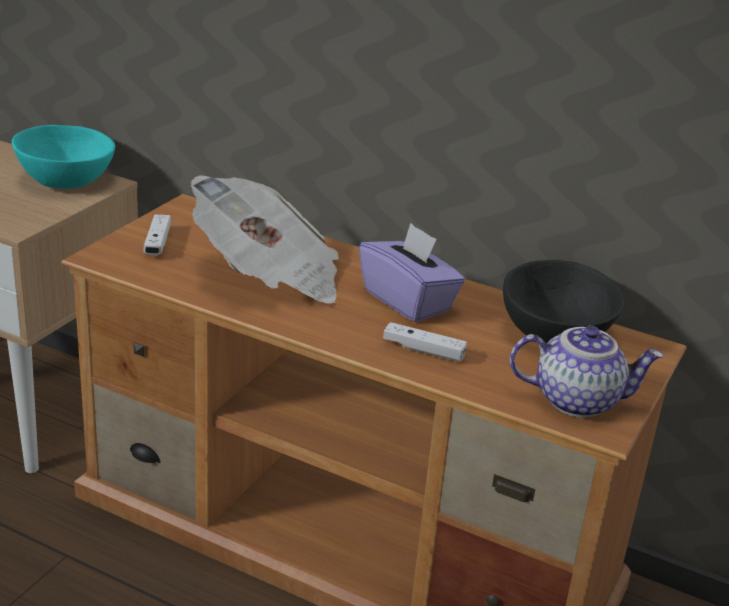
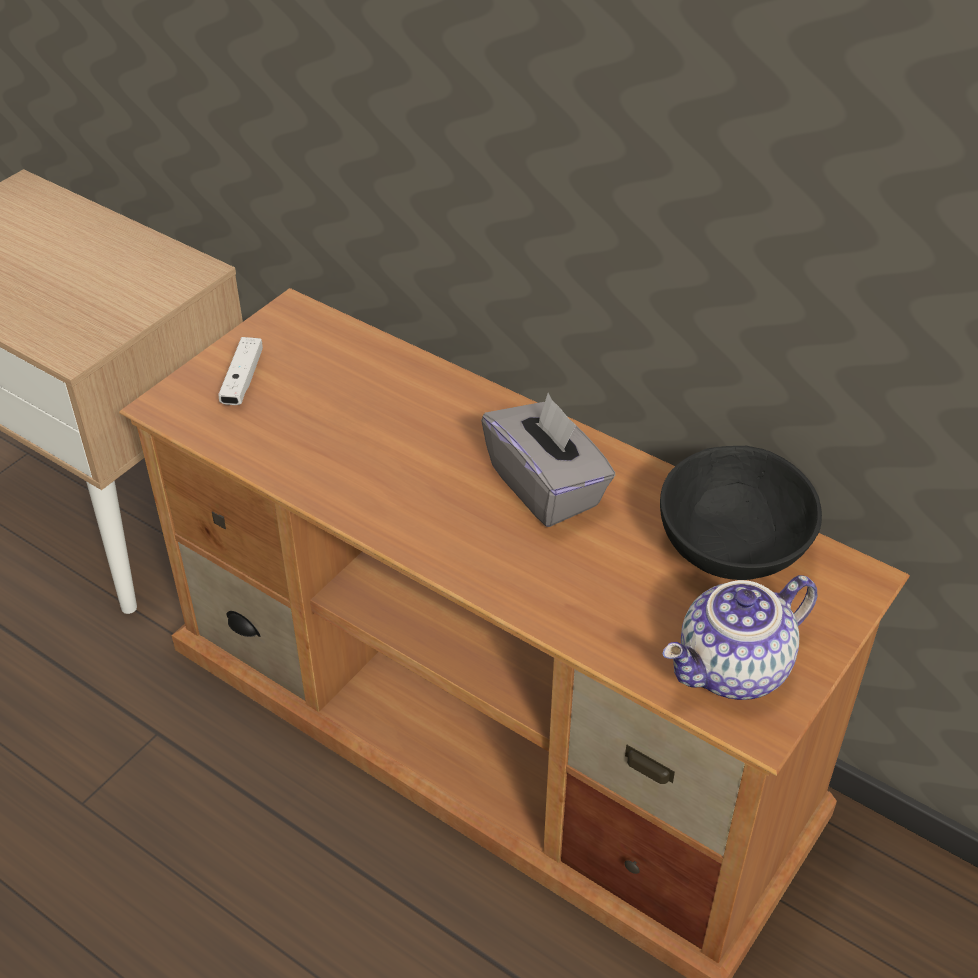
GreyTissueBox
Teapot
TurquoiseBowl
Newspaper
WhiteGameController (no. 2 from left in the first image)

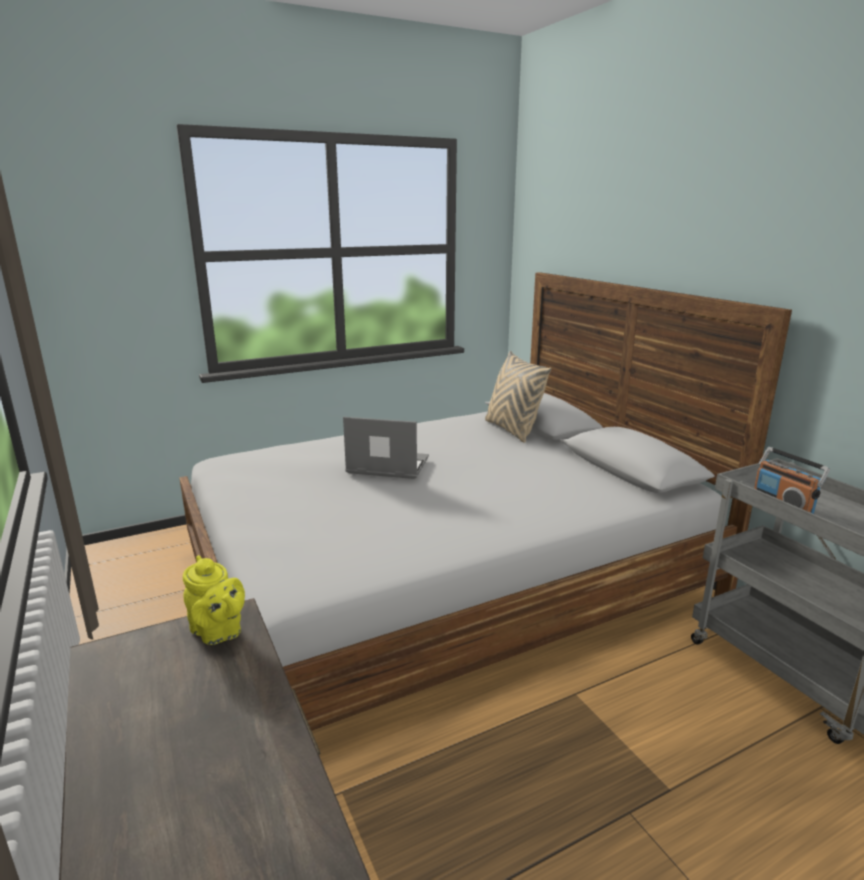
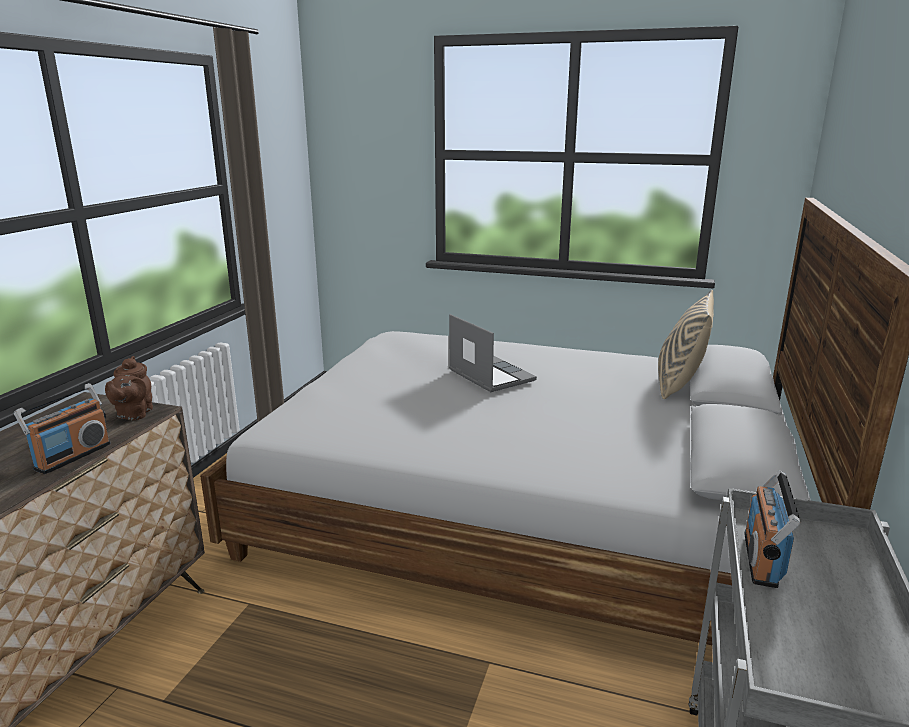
Radio (no. 1 from left)
BrownTeapot

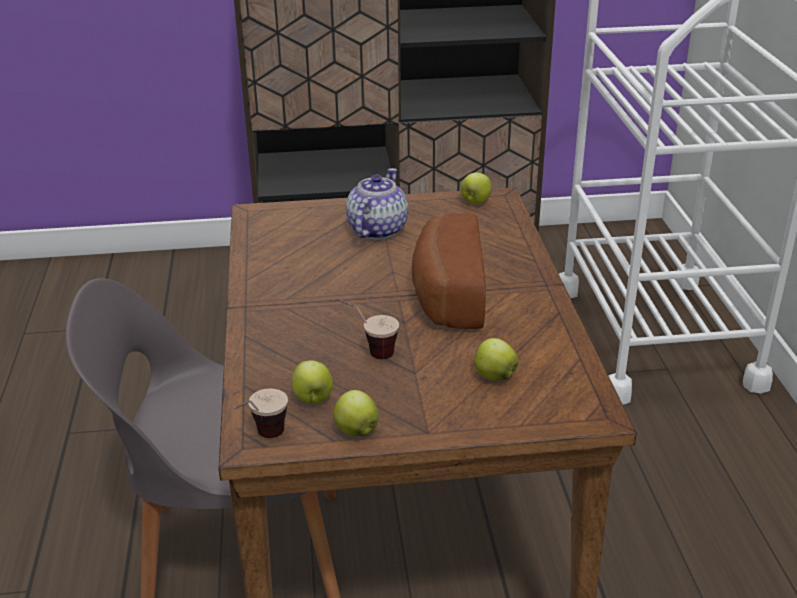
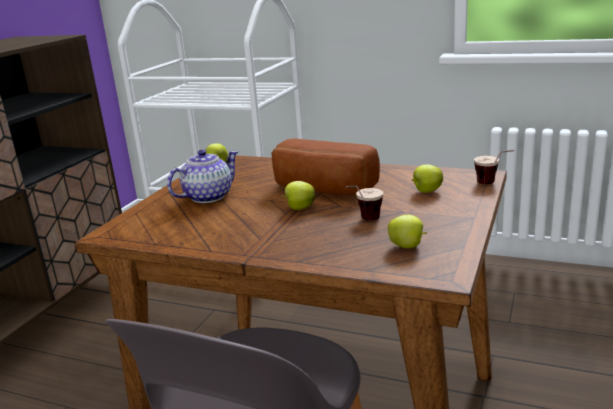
Teapot
Apple (no. 2 from left)
Cup (no. 2 from left)

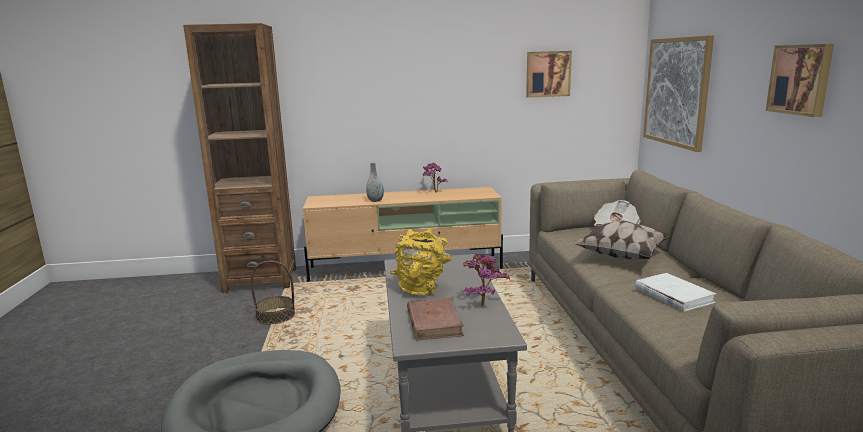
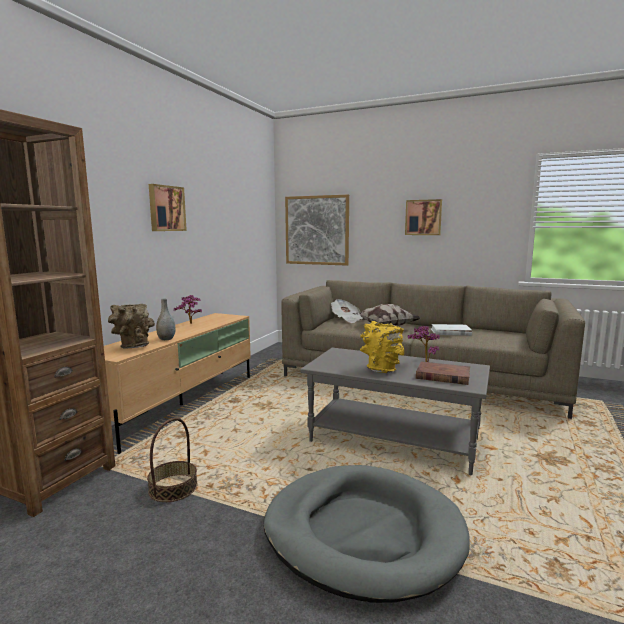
BrownVase
Picture (no. 1 from left)

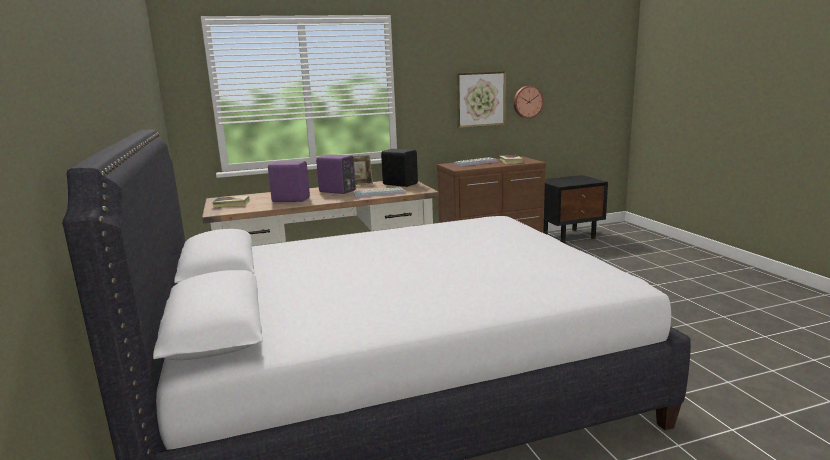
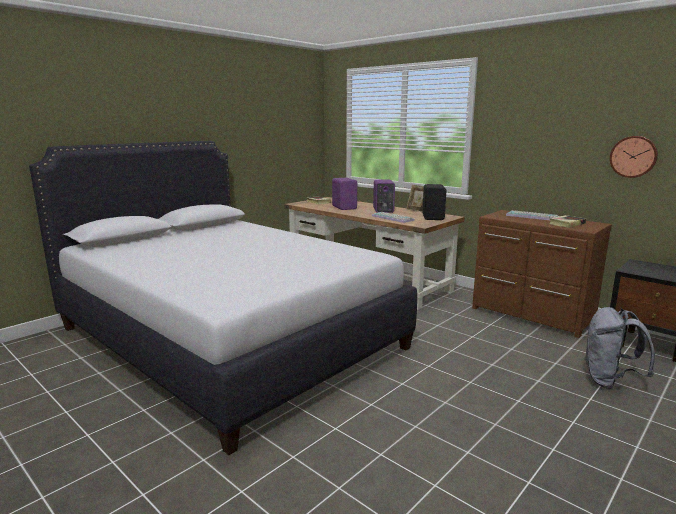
GreyBackpack
Picture

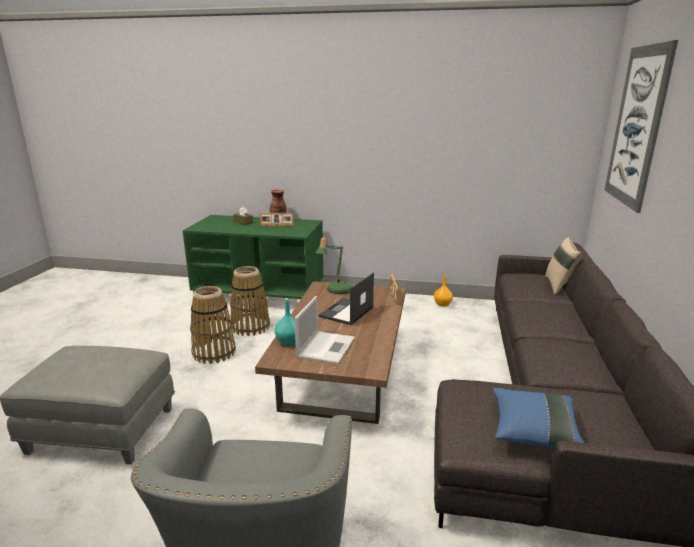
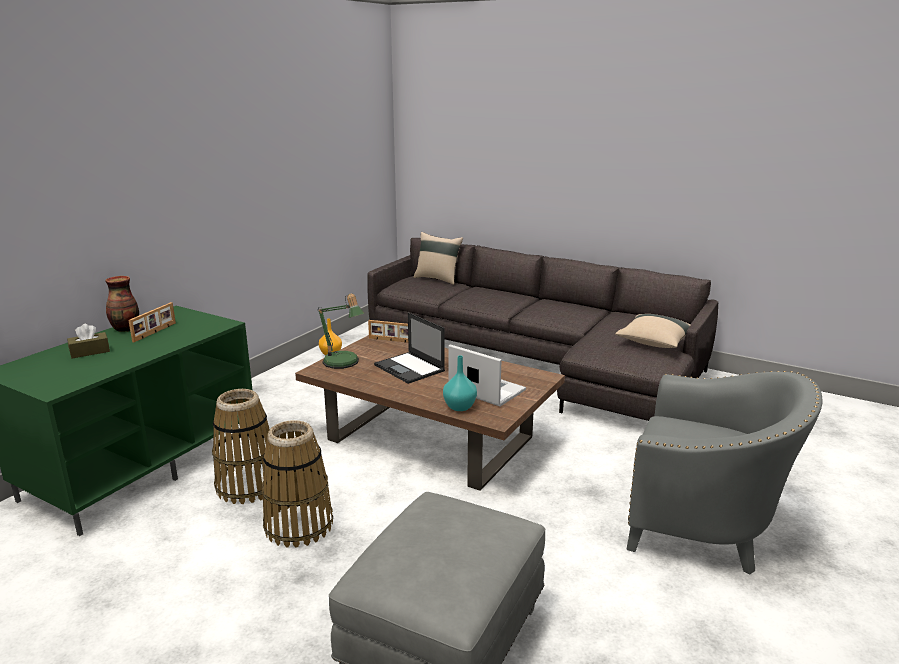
BeigePillow (no. 2 from left)
Picture

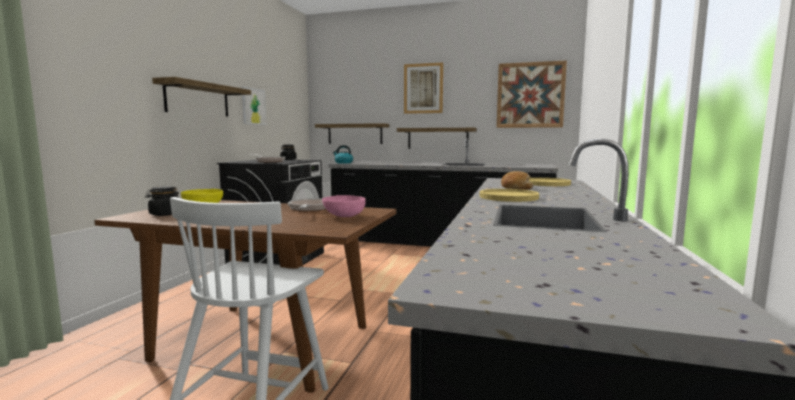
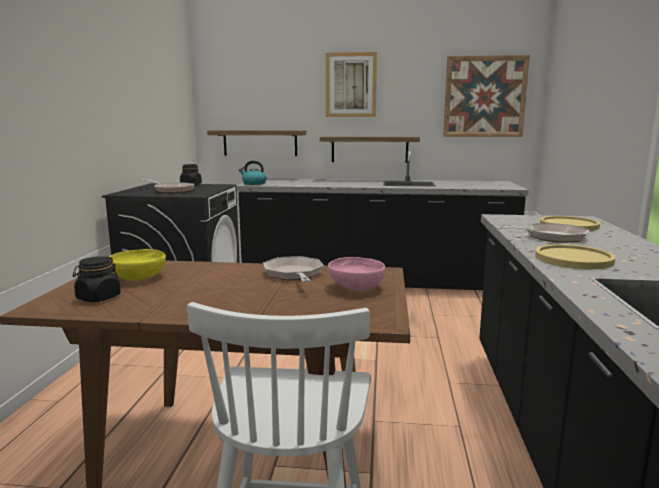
FryingPan (no. 3 from left)
Shelf (no. 1 from left in the first image)
Picture (no. 1 from left in the first image)

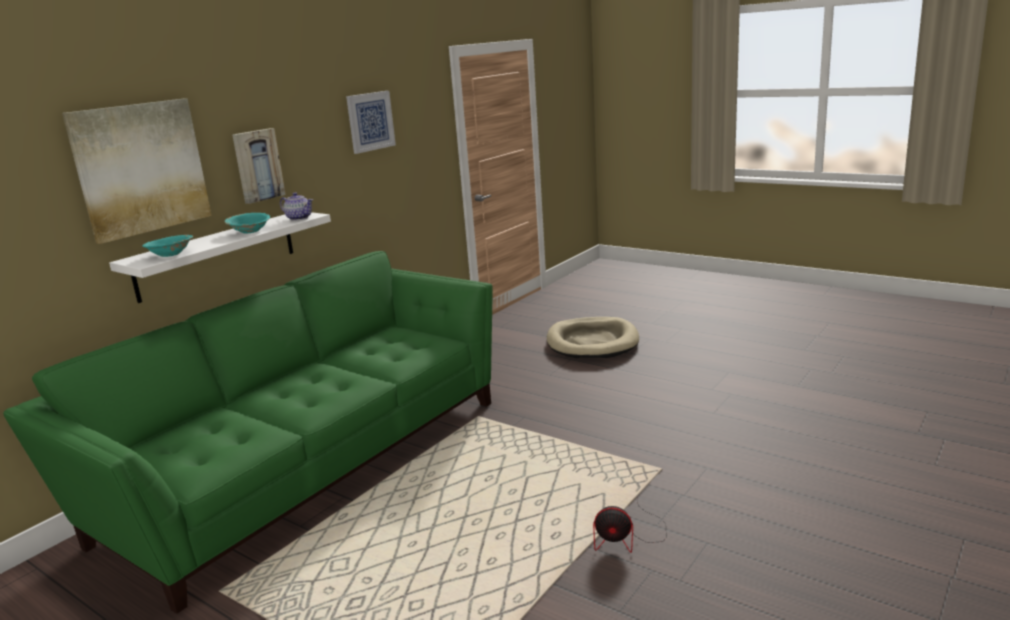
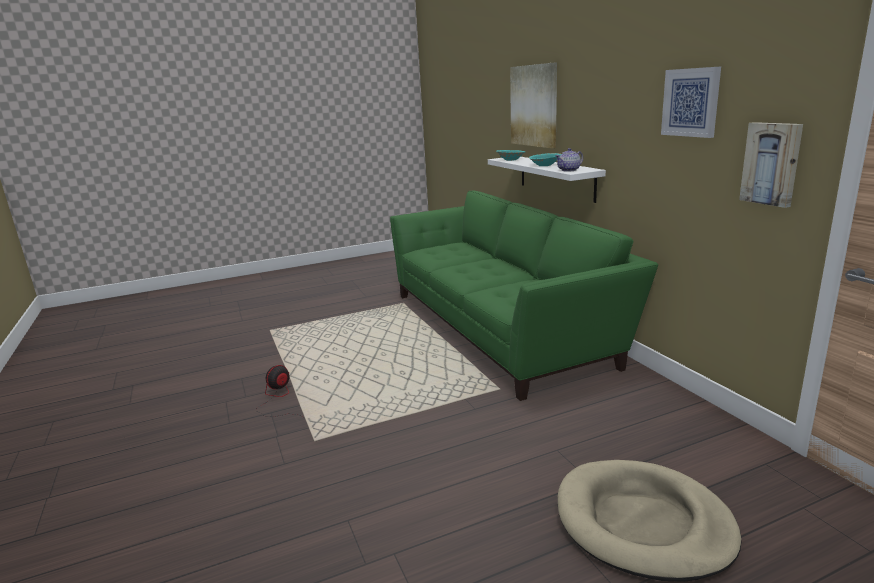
Picture (no. 3 from left)

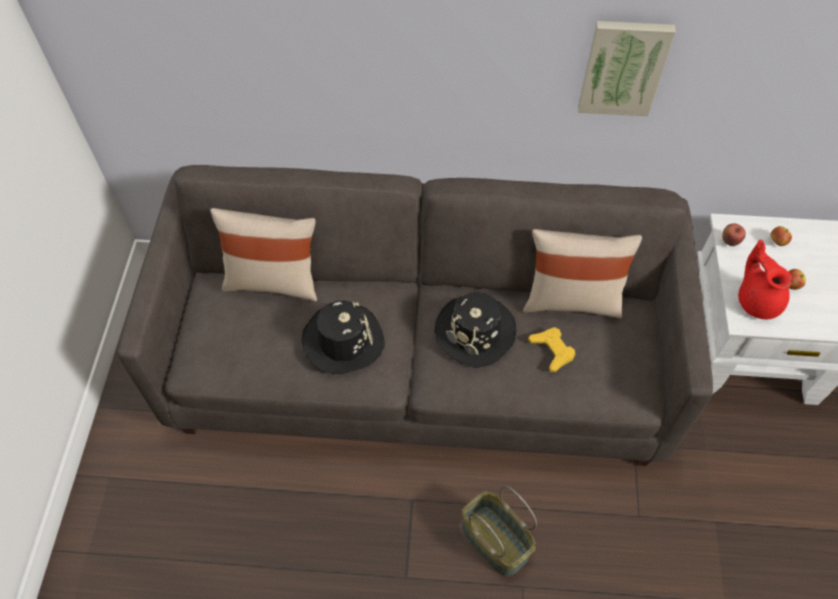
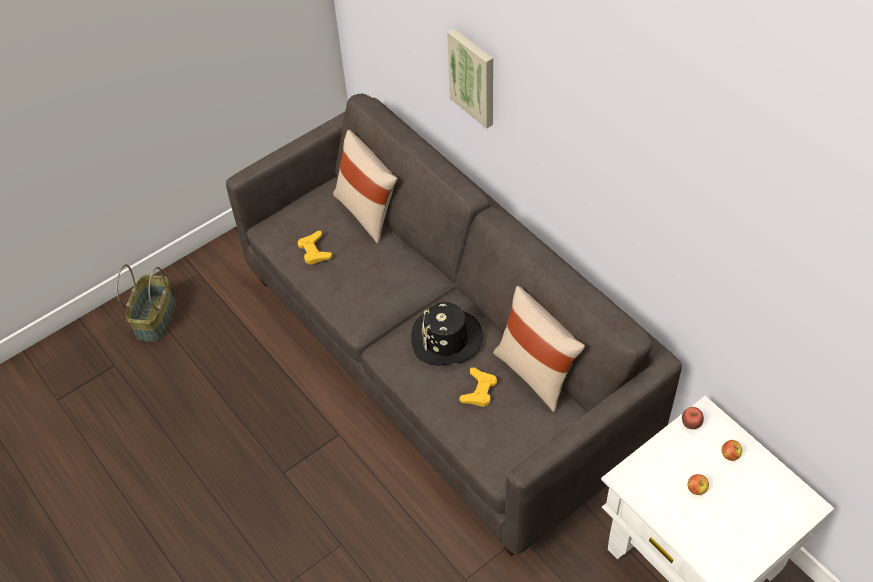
Basket
YellowGameController (no. 1 from left)
Picture
BlackHat (no. 1 from left in the first image)
RedTeapot

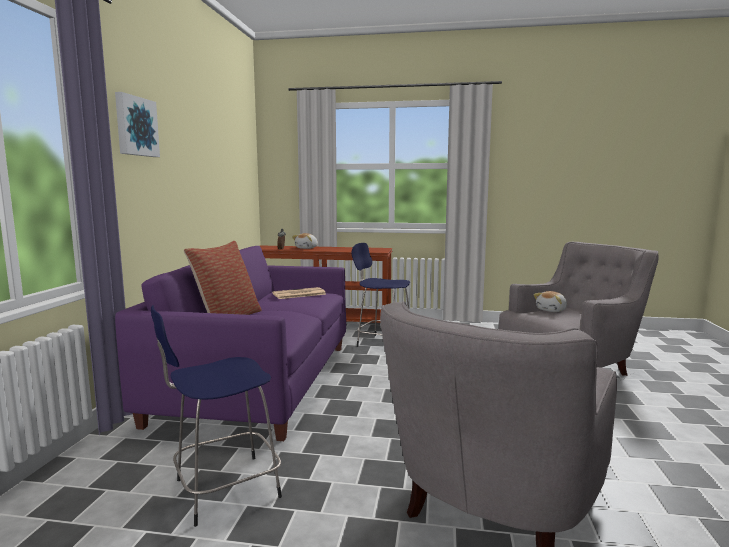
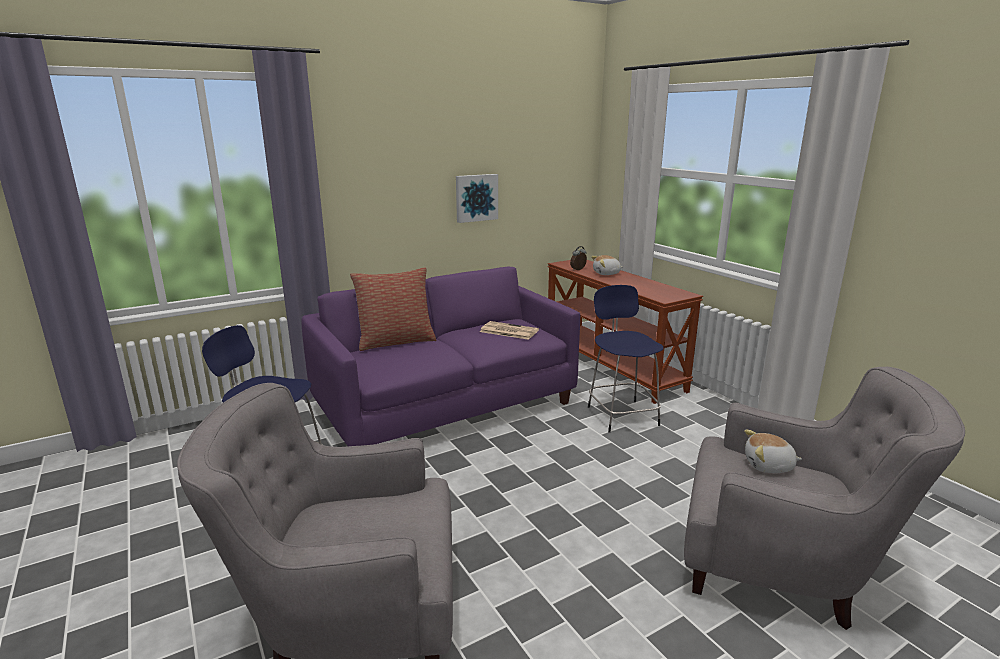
Picture

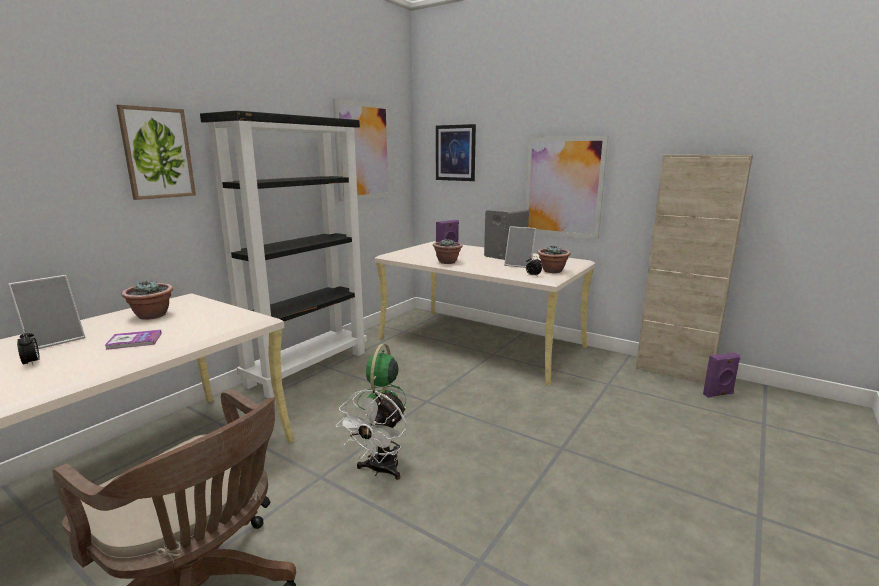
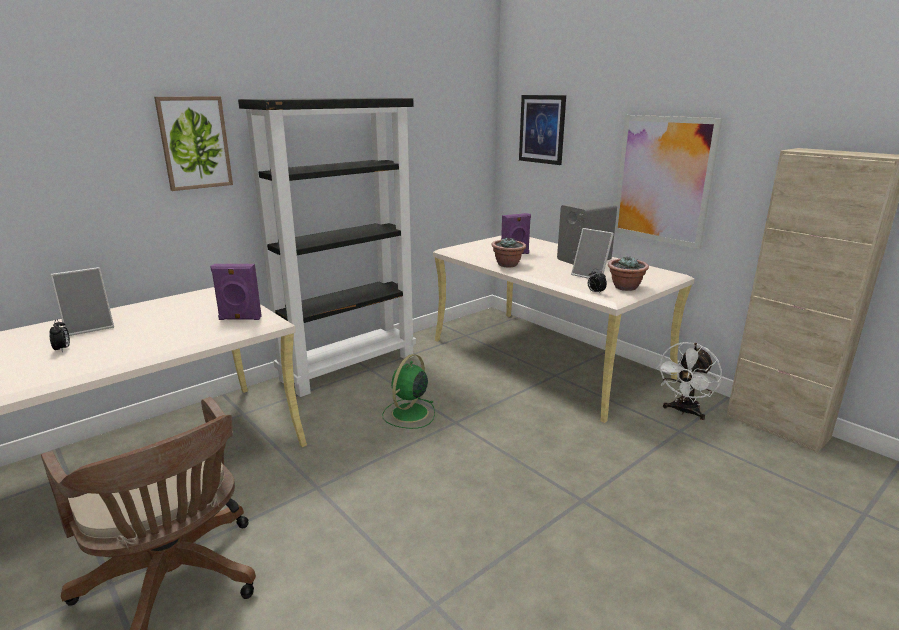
PurpleSpeaker (no. 1 from left)
WhiteFan
Book
PottedPlant (no. 1 from left in the first image)
Picture (no. 2 from left in the first image)

